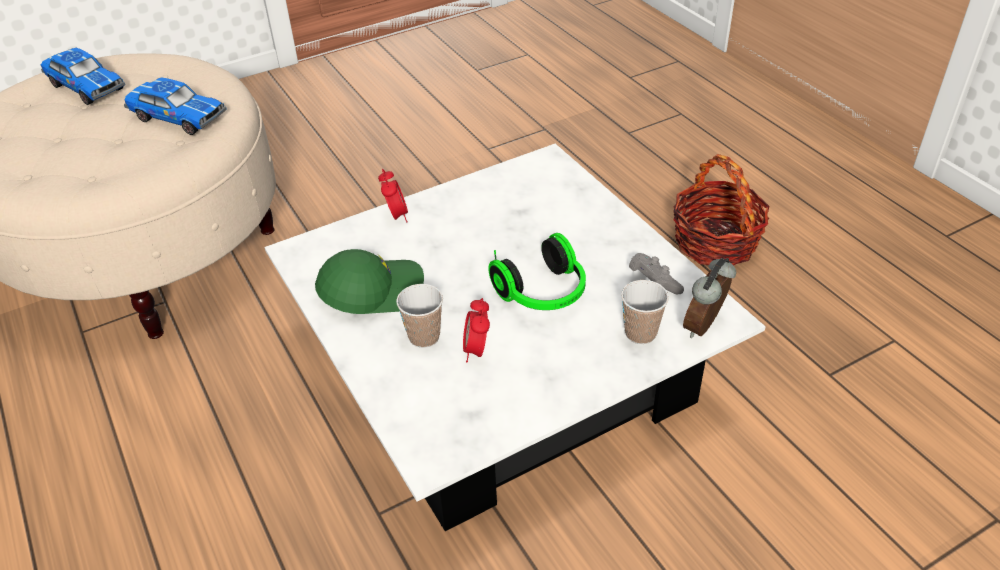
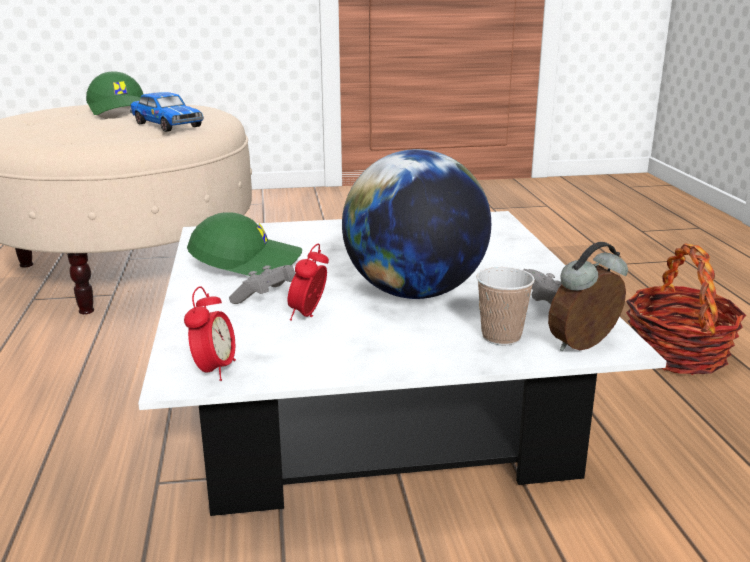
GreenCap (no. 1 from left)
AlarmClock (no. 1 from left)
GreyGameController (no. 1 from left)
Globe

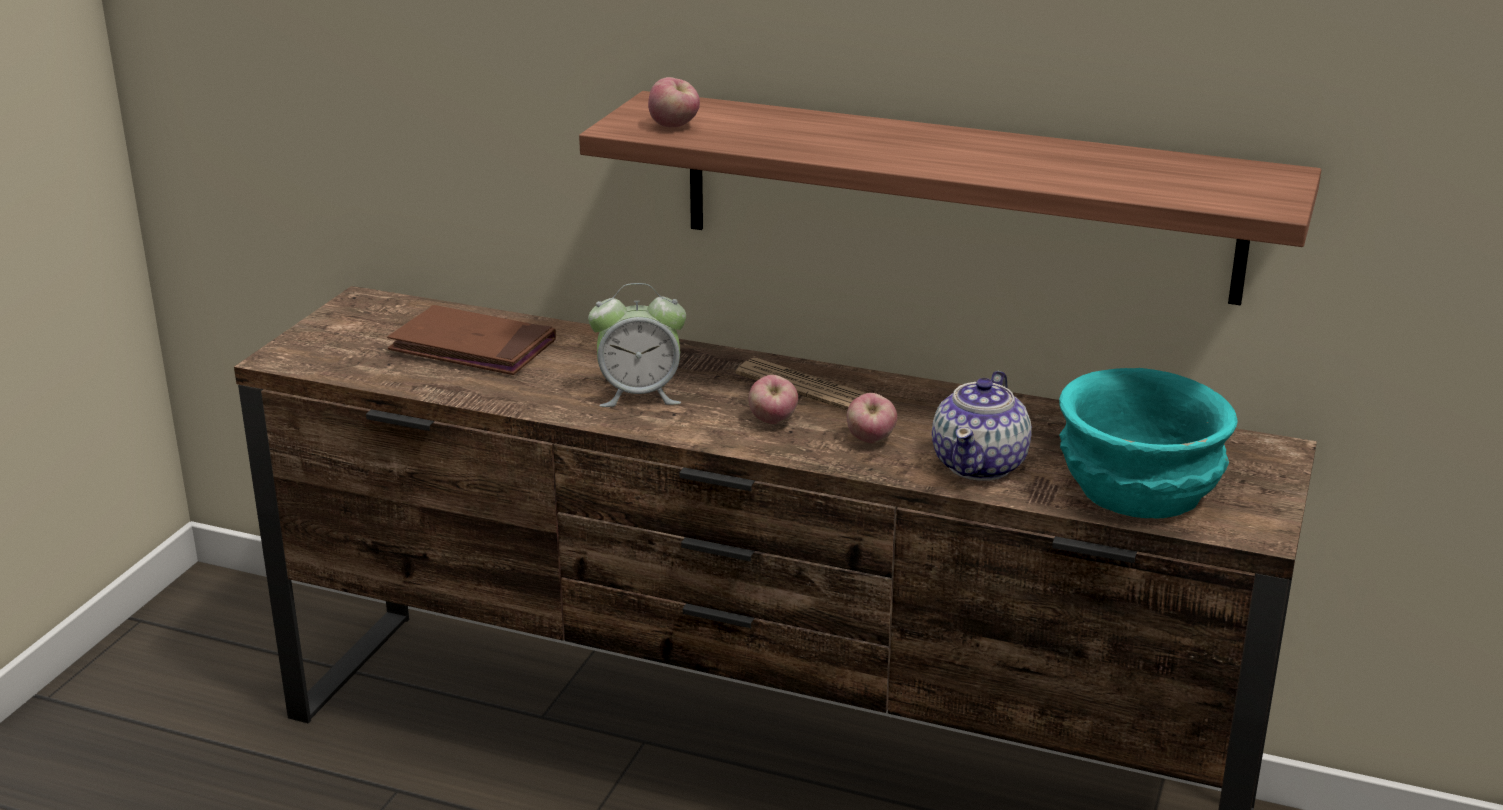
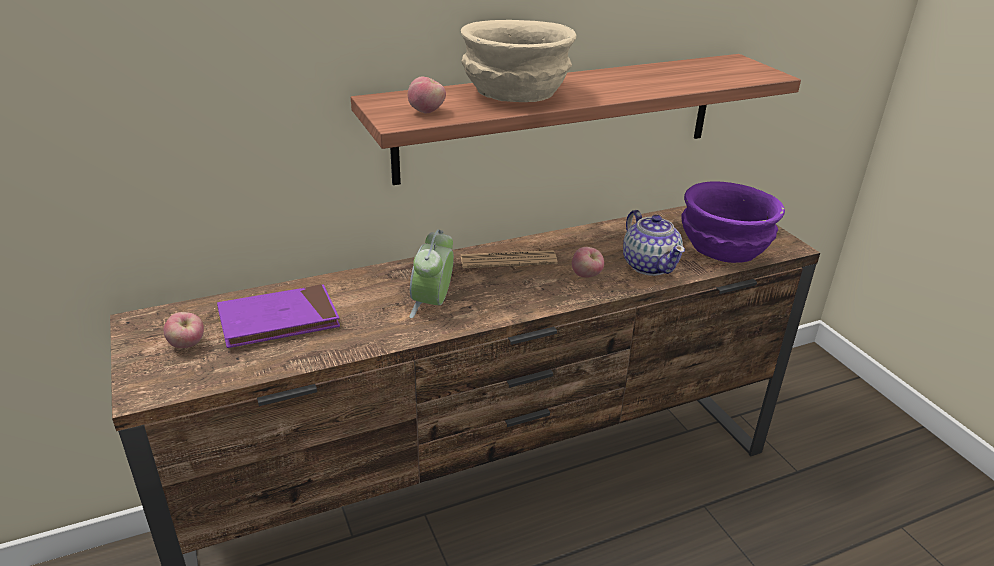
Apple (no. 1 from left)
PurpleBook
AlarmClock
BeigeBowl
PurpleBowl

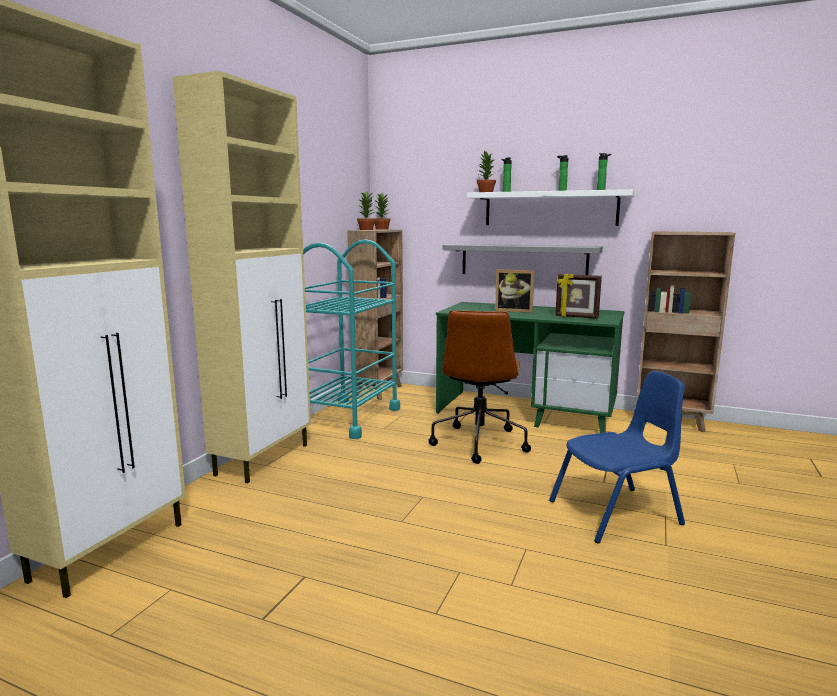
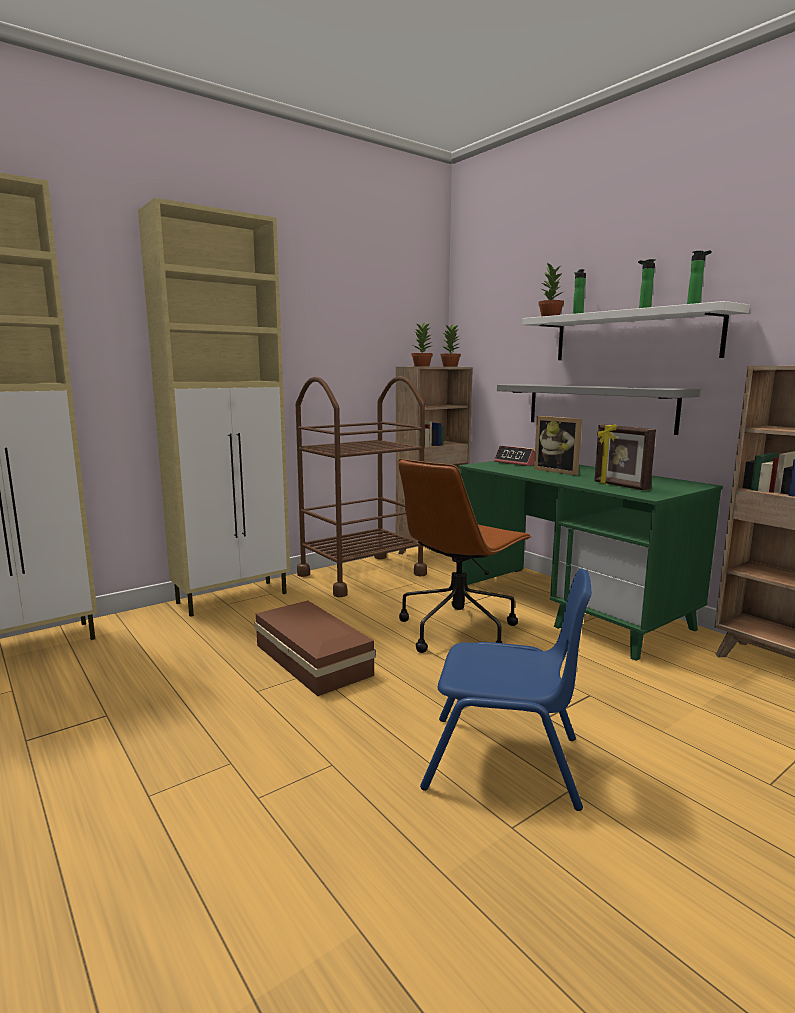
BrownStorageBox
BrownCart
AlarmClock

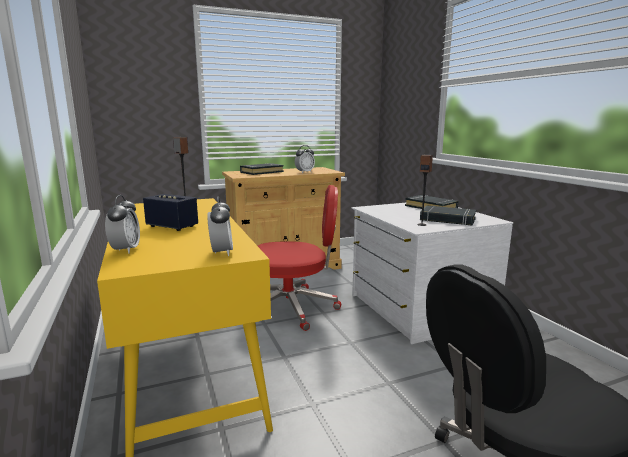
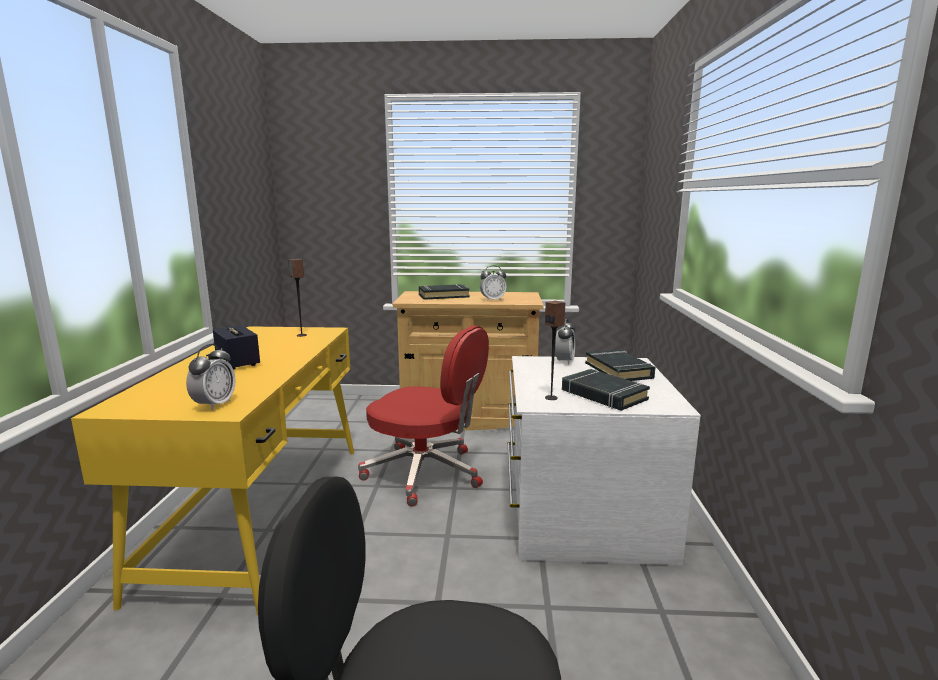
AlarmClock (no. 3 from left)

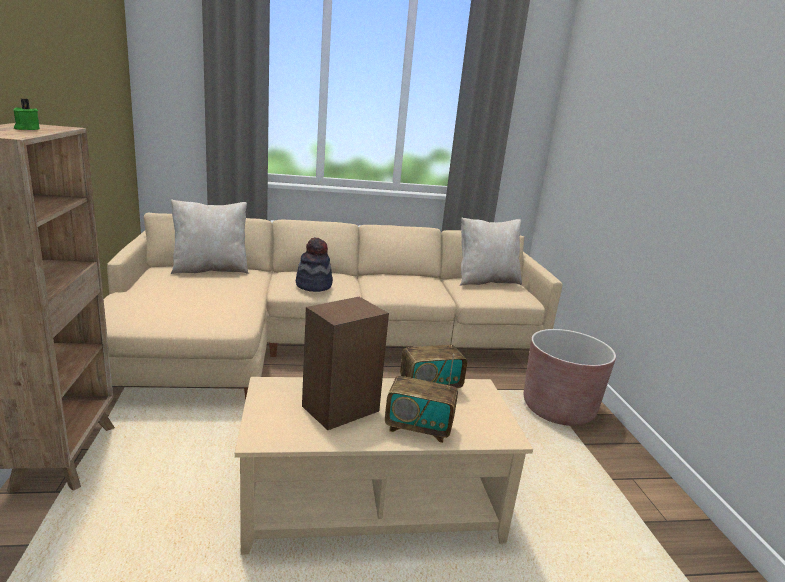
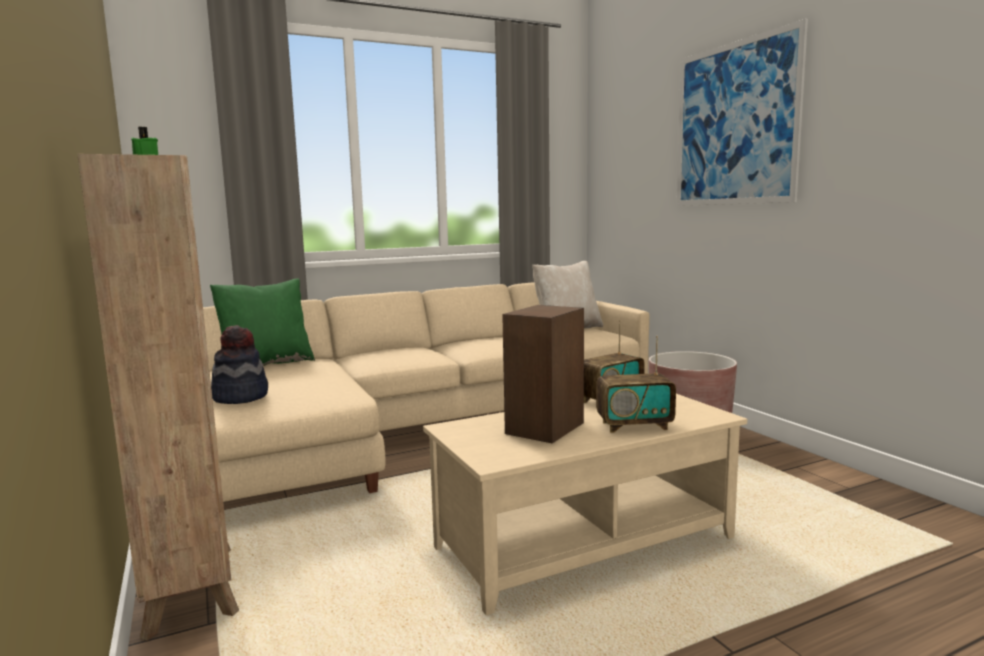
GreenPillow
Hat
Picture

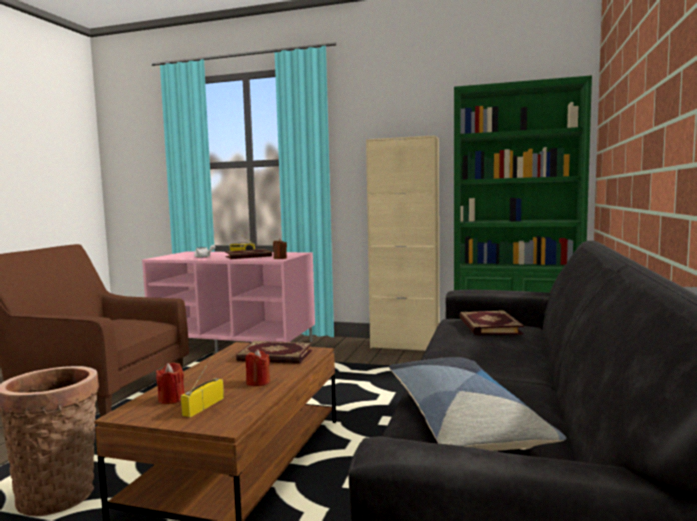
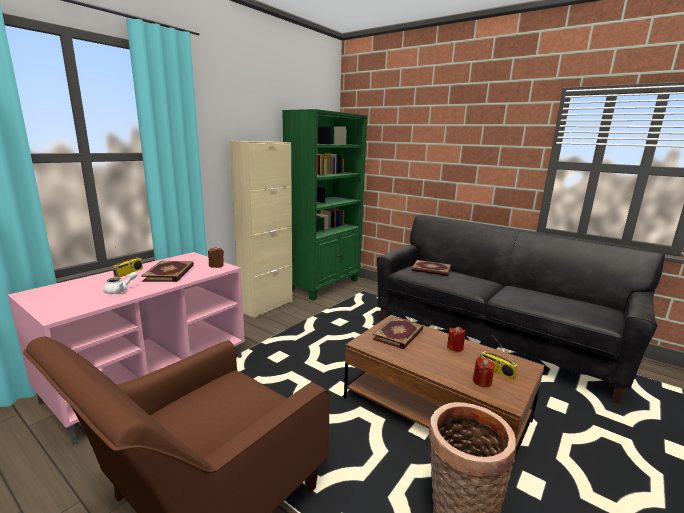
Pillow

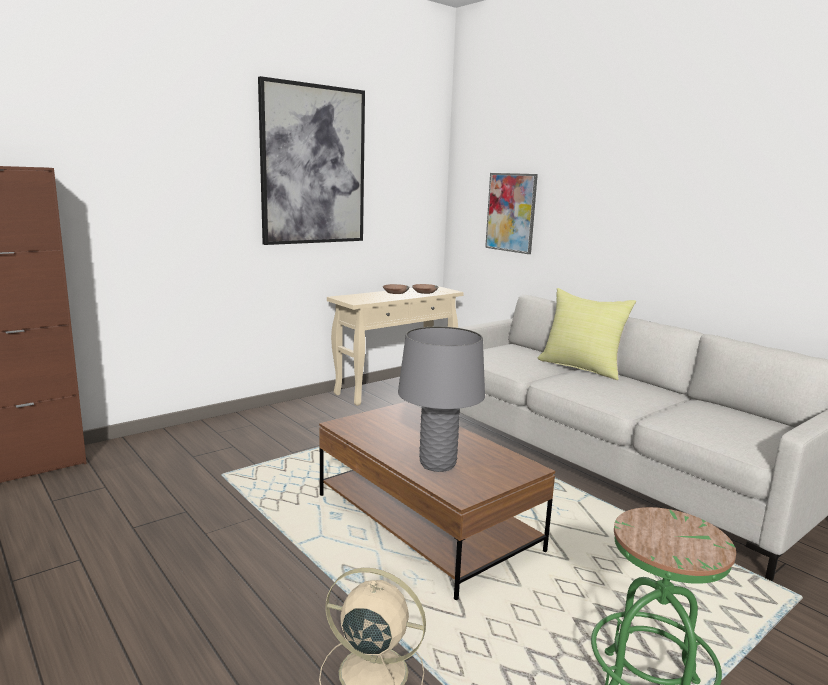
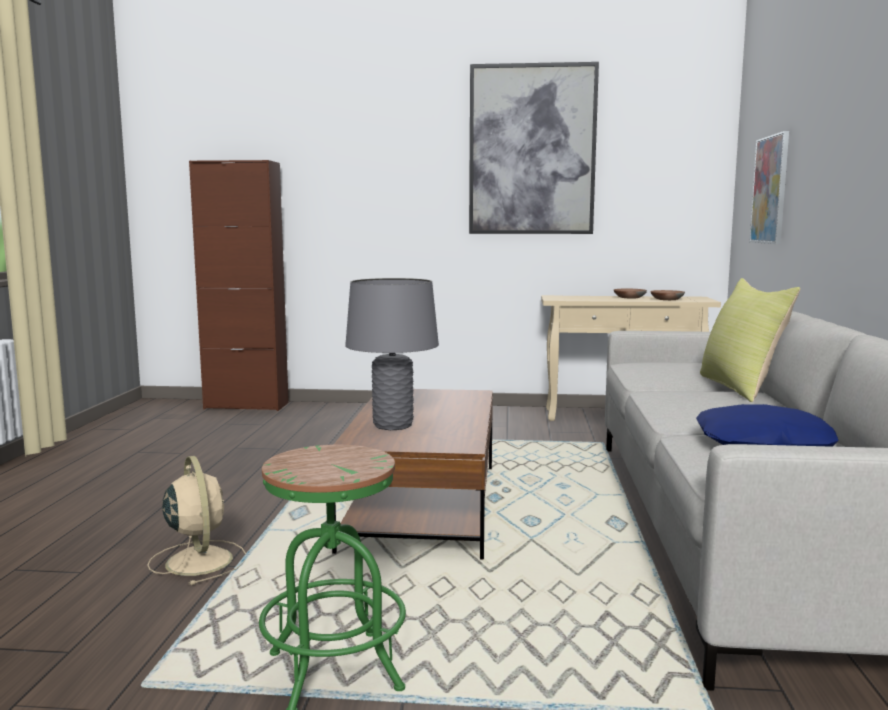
BluePillow

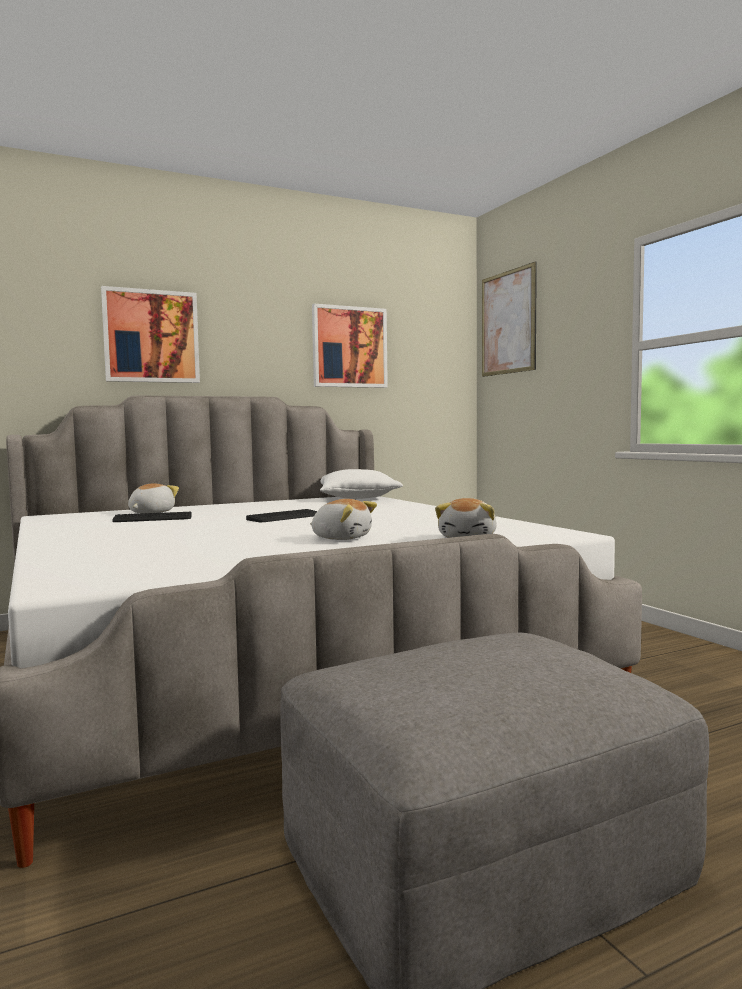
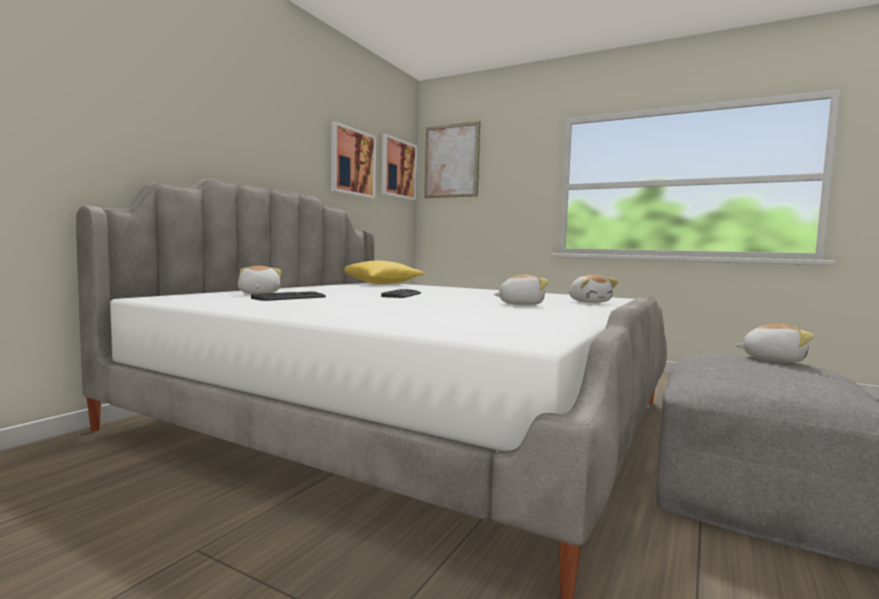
YellowPillow
Picture (no. 2 from left)
PlushToy (no. 4 from left)

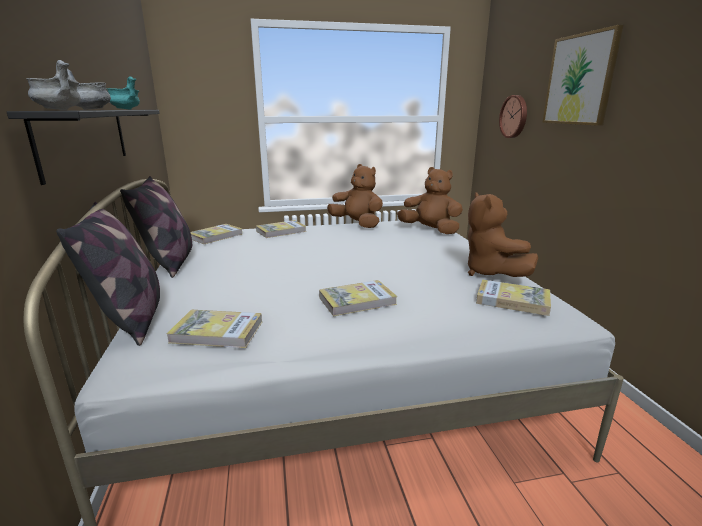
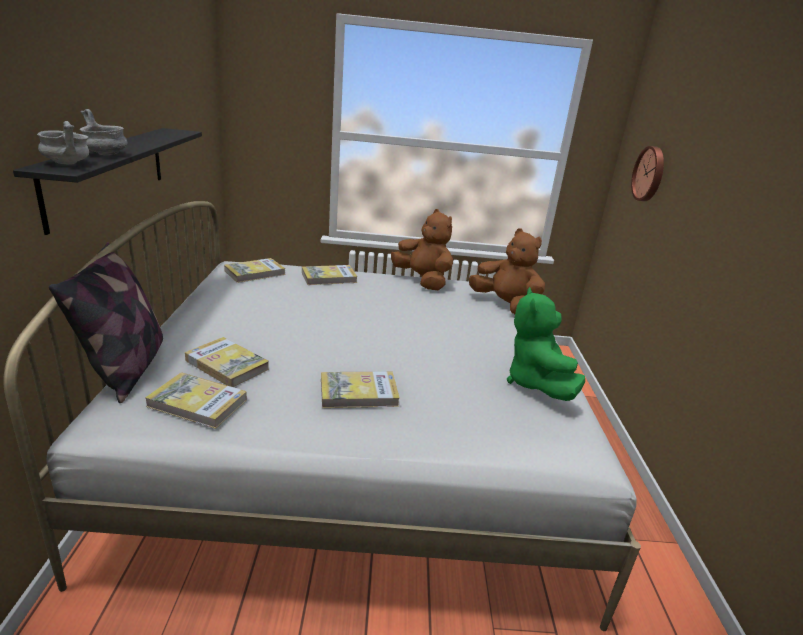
Book (no. 2 from left)
GreenPlushToy
TurquoiseBowl
Pillow (no. 2 from left in the first image)
Picture

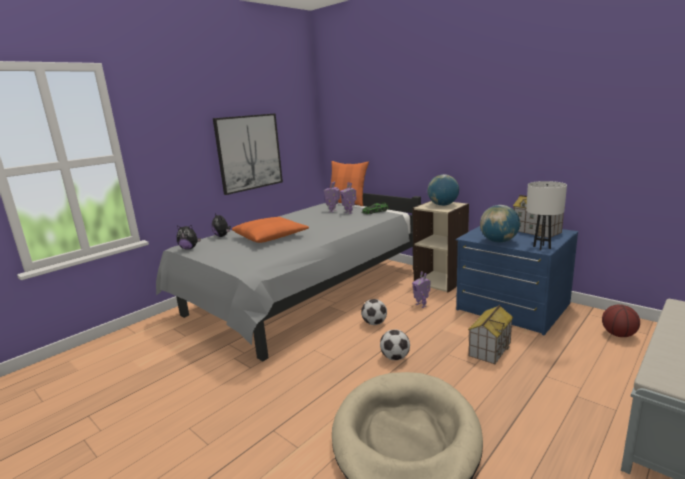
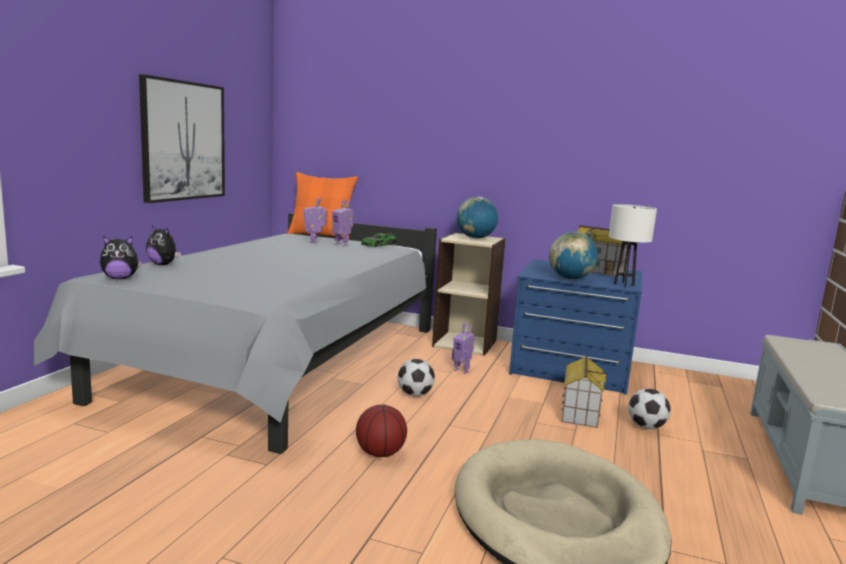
Basketball
Football (no. 2 from left)
OrangePillow (no. 1 from left in the first image)

